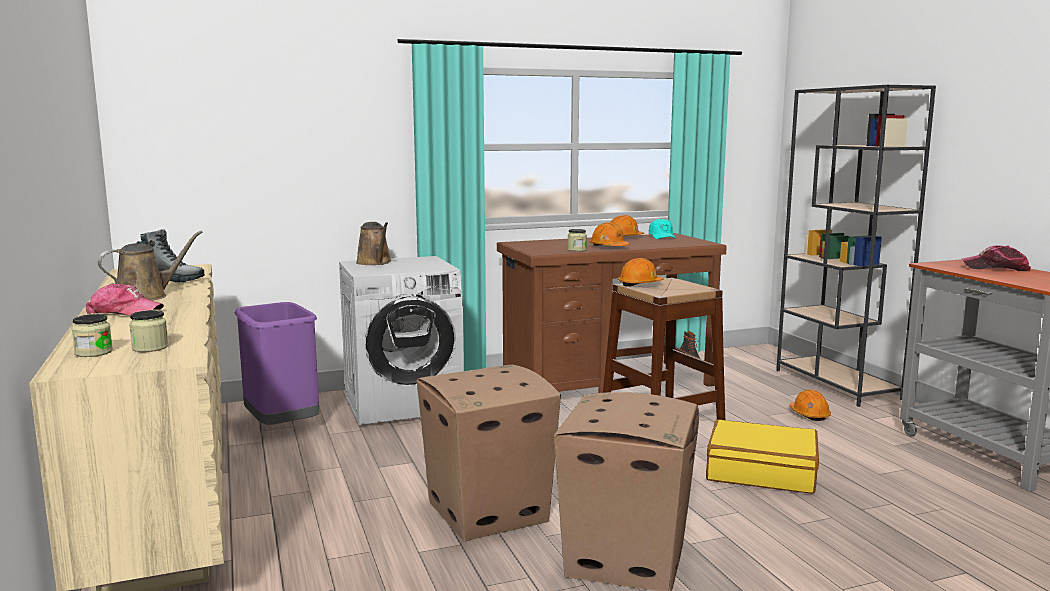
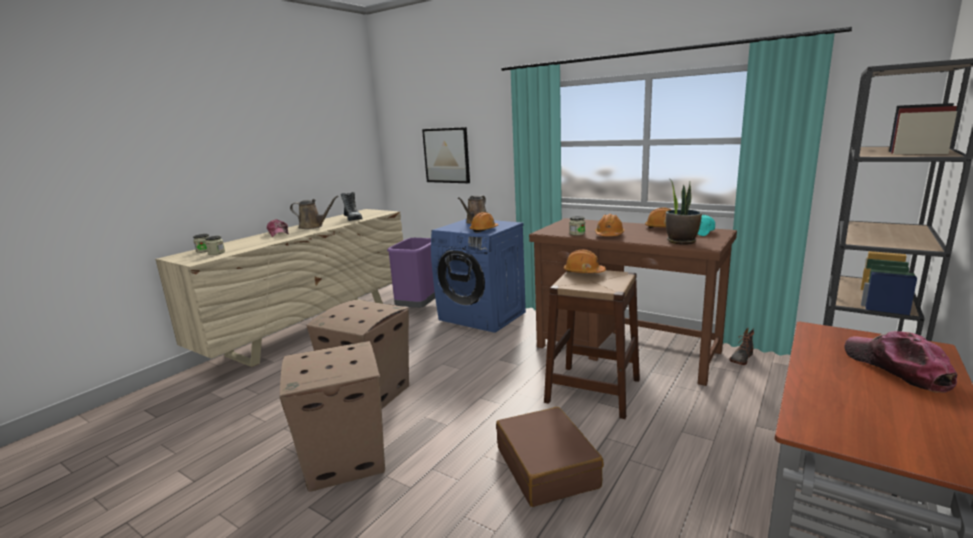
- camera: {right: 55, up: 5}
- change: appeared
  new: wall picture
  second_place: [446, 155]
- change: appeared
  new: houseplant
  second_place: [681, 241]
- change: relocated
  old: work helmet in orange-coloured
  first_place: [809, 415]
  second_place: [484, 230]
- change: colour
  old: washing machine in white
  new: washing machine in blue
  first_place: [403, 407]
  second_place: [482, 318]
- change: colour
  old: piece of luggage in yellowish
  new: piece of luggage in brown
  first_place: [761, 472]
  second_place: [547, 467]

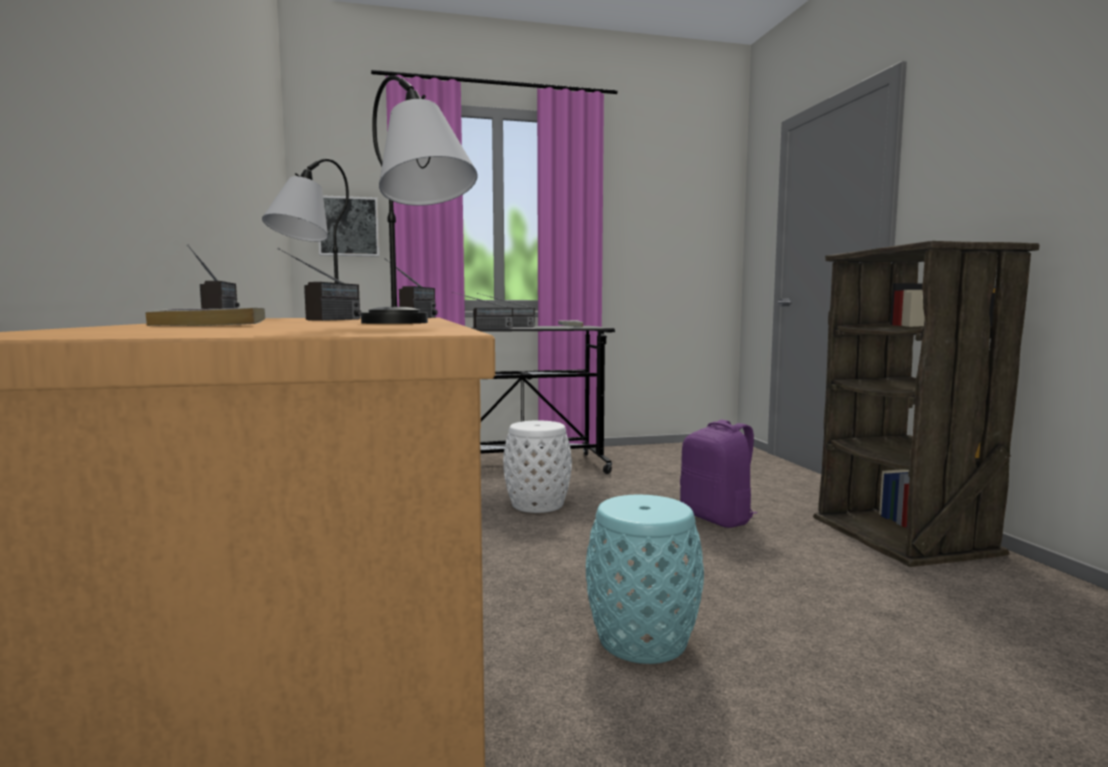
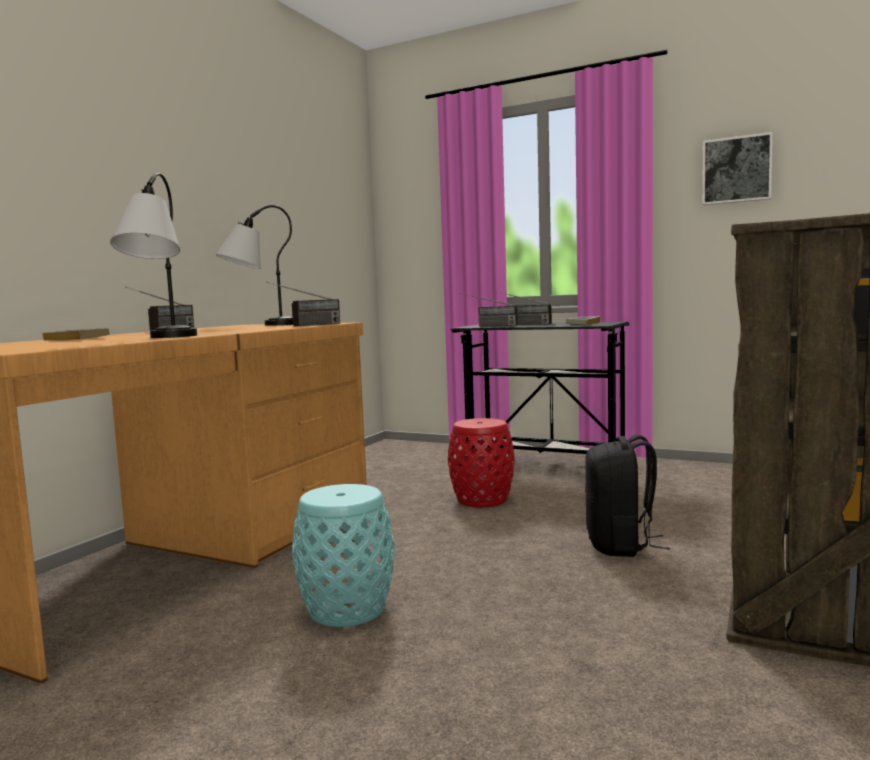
- camera: {right: 40, up: 0}
- change: missing
  old: radio receiver
  first_place: [325, 320]
- change: relocated
  old: wall picture
  first_place: [348, 226]
  second_place: [736, 170]
- change: colour
  old: sitting stool in white
  new: sitting stool in reddish
  first_place: [537, 505]
  second_place: [482, 500]
- change: colour
  old: rucksack in purple-coloured
  new: rucksack in blackish
  first_place: [717, 518]
  second_place: [620, 545]

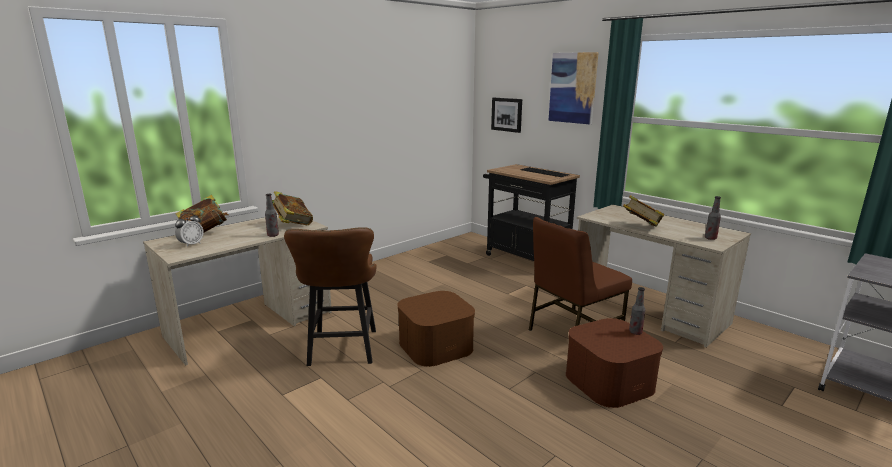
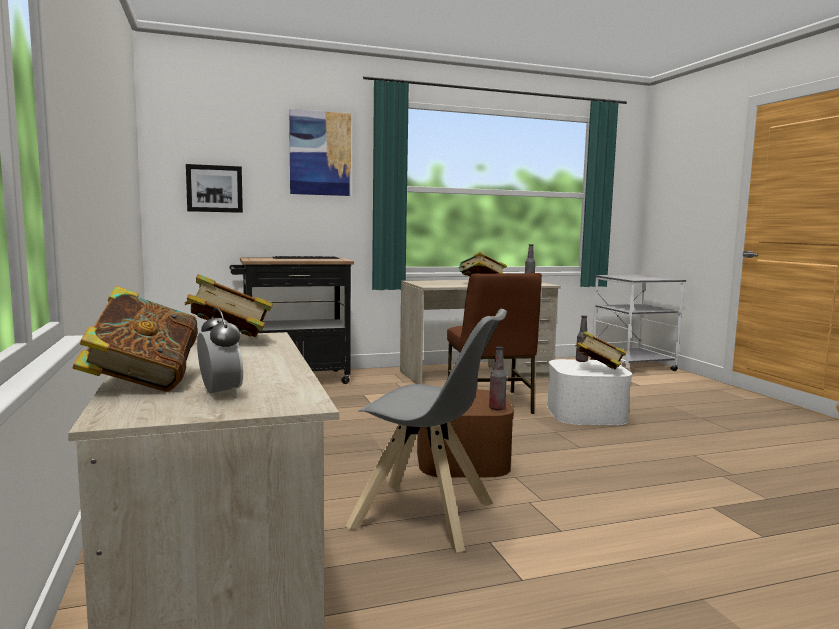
- camera: {right: -65, up: -10}
- change: appeared
  new: bound book
  second_place: [598, 370]
- change: relocated
  old: drink bottle
  first_place: [273, 235]
  second_place: [497, 408]
- change: exchanged
  old: sitting stool in brown
  new: upright chair in greyish
  first_place: [342, 352]
  second_place: [427, 516]
- change: colour
  old: storage bin in brown
  new: storage bin in white
  first_place: [609, 381]
  second_place: [585, 413]

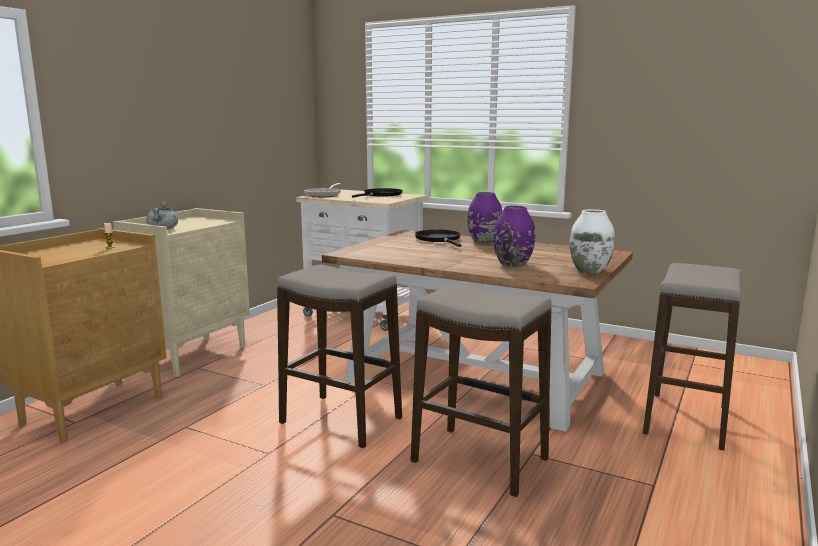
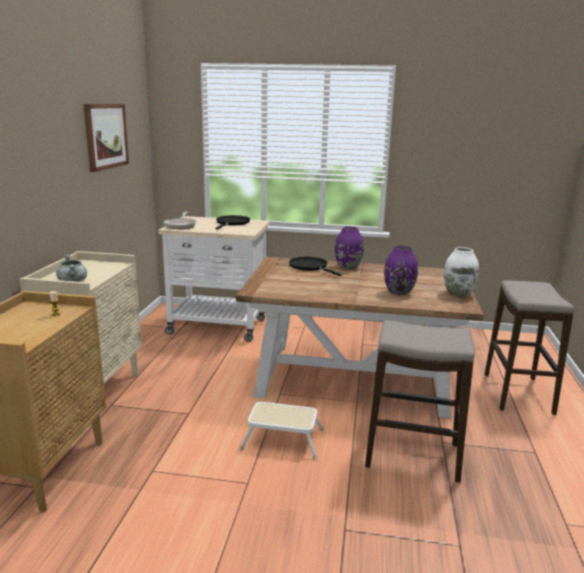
- camera: {right: -20, up: 5}
- change: appeared
  new: wall picture
  second_place: [106, 136]
- change: exchanged
  old: sitting stool
  new: step ladder in beige-coloured
  first_place: [341, 421]
  second_place: [282, 439]

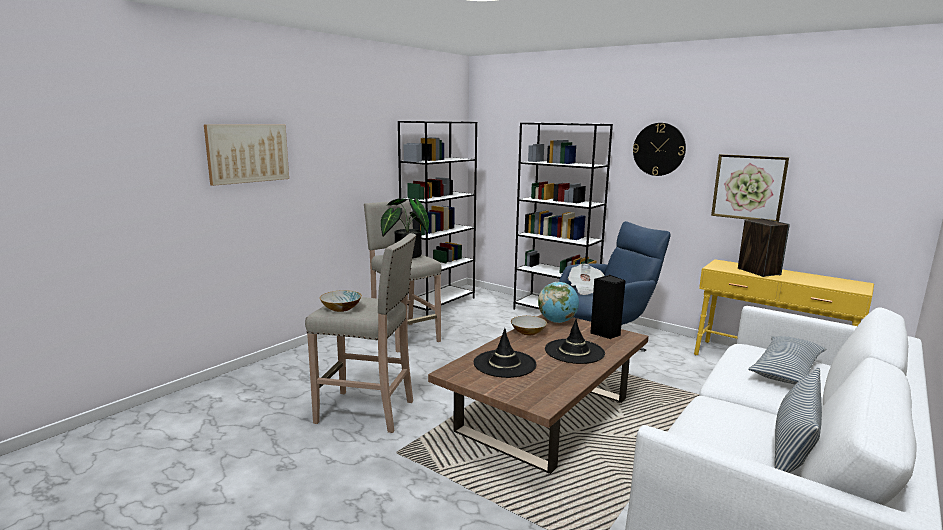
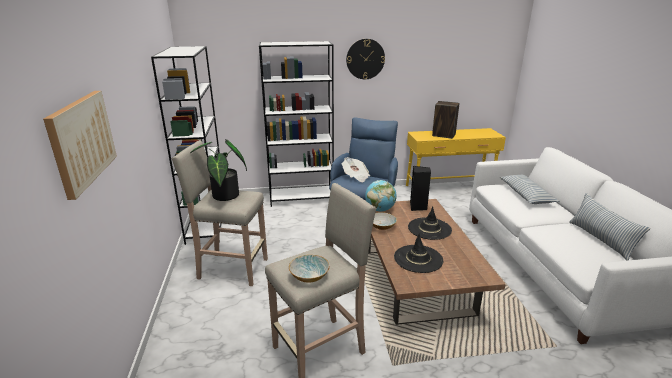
- camera: {right: -45, up: 10}
- change: missing
  old: wall picture
  first_place: [748, 187]

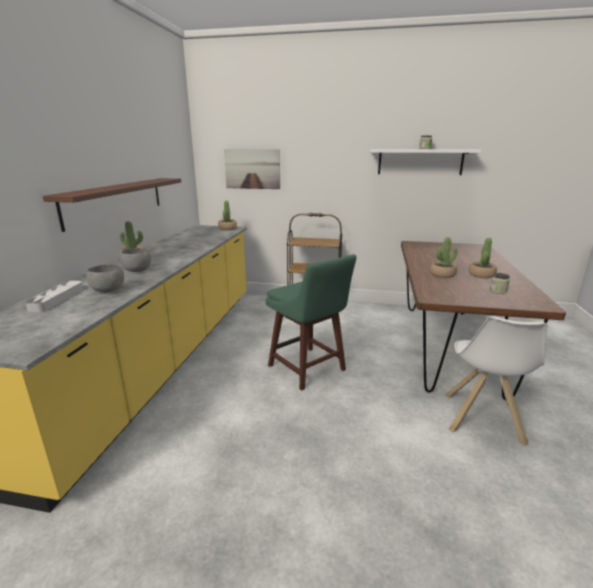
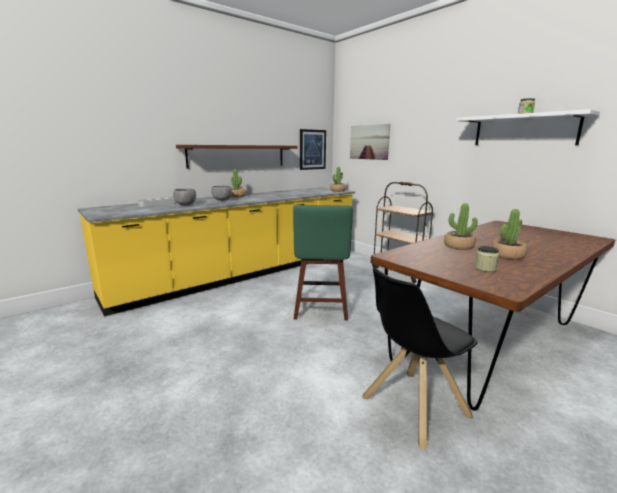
- camera: {right: 40, up: -5}
- change: appeared
  new: wall picture
  second_place: [312, 149]
- change: colour
  old: upright chair in white
  new: upright chair in blackish
  first_place: [483, 419]
  second_place: [412, 407]

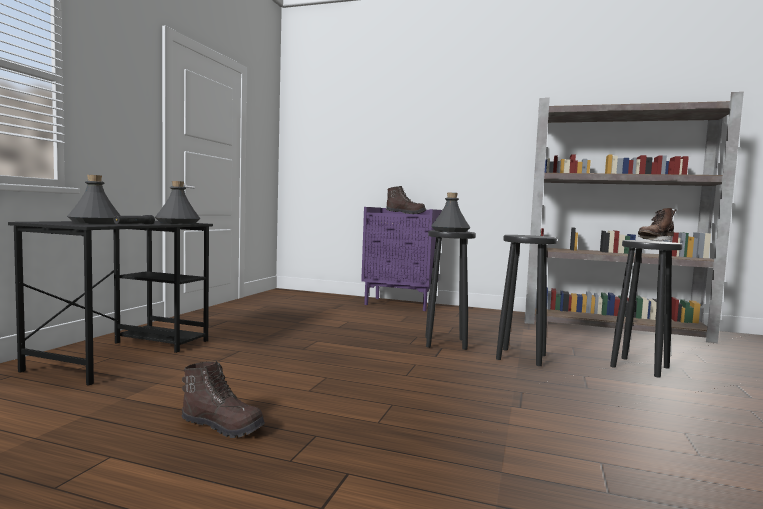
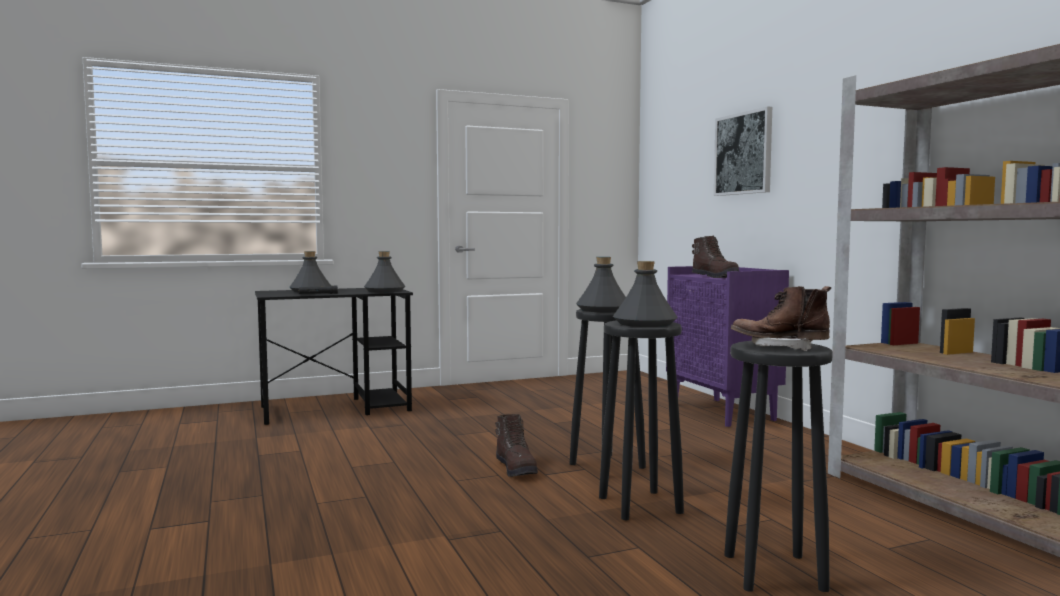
- camera: {right: 50, up: 0}
- change: appeared
  new: drink bottle in greyish
  second_place: [644, 323]
- change: appeared
  new: wall picture
  second_place: [743, 153]
- change: relocated
  old: high-top boot in brown
  first_place: [223, 426]
  second_place: [516, 469]

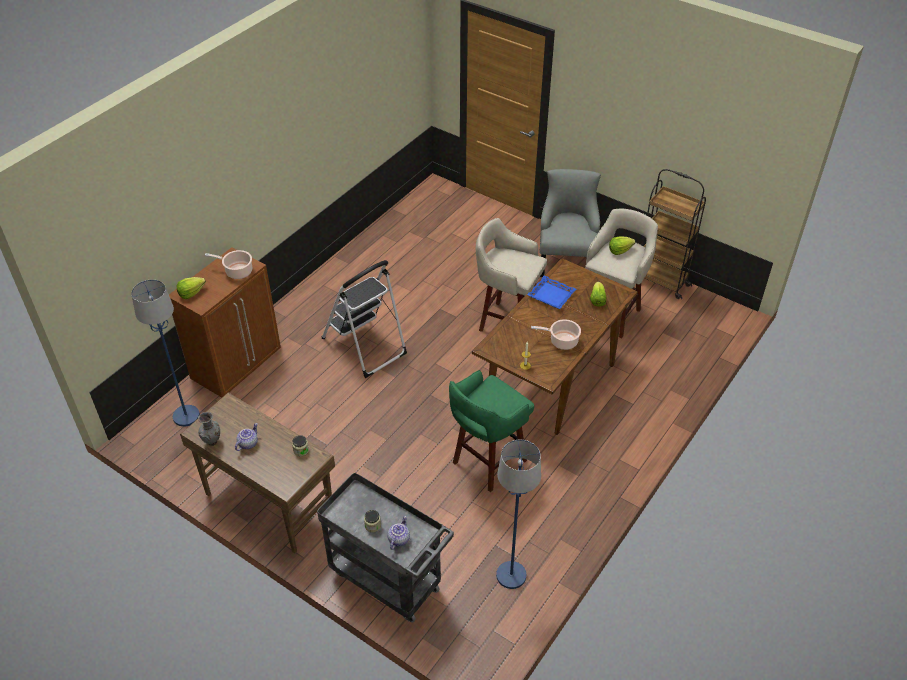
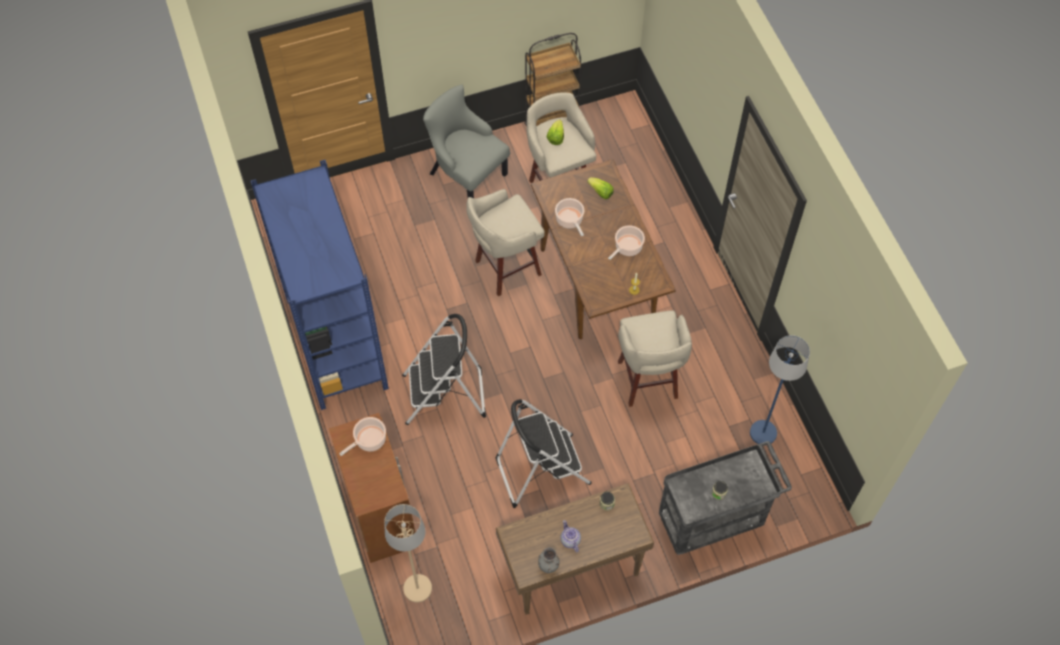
- camera: {right: -55, up: 15}
- change: missing
  old: head of lettuce
  first_place: [191, 293]
- change: missing
  old: tea pot
  first_place: [398, 539]
- change: appeared
  new: bookshelf in blue
  second_place: [336, 343]
- change: appeared
  new: step ladder
  second_place: [540, 470]
- change: exchanged
  old: carrying tray in blue
  new: saucepot
  first_place: [551, 295]
  second_place: [570, 220]
- change: colour
  old: floor lamp in blue
  new: floor lamp in beige-coloured
  first_place: [186, 416]
  second_place: [417, 589]
- change: colour
  old: sitting stool in green-coloured
  new: sitting stool in beige-coloured
  first_place: [487, 463]
  second_place: [648, 382]

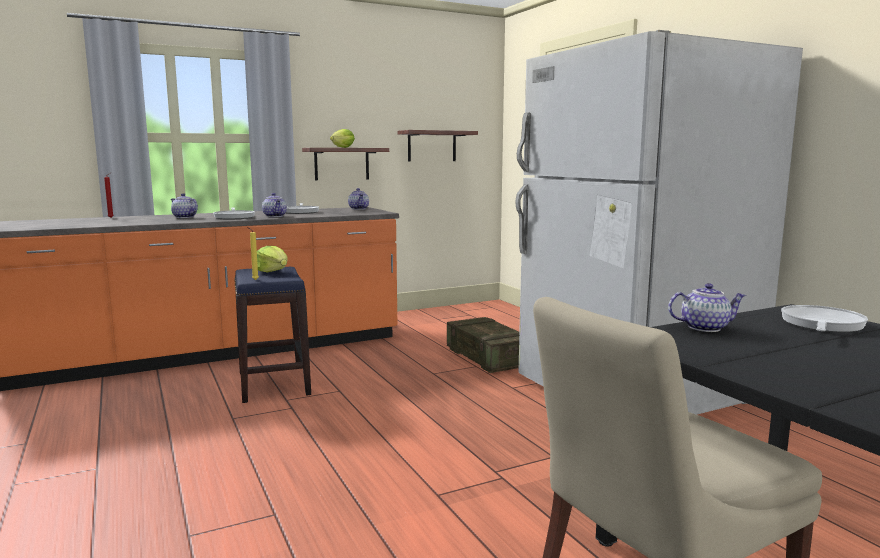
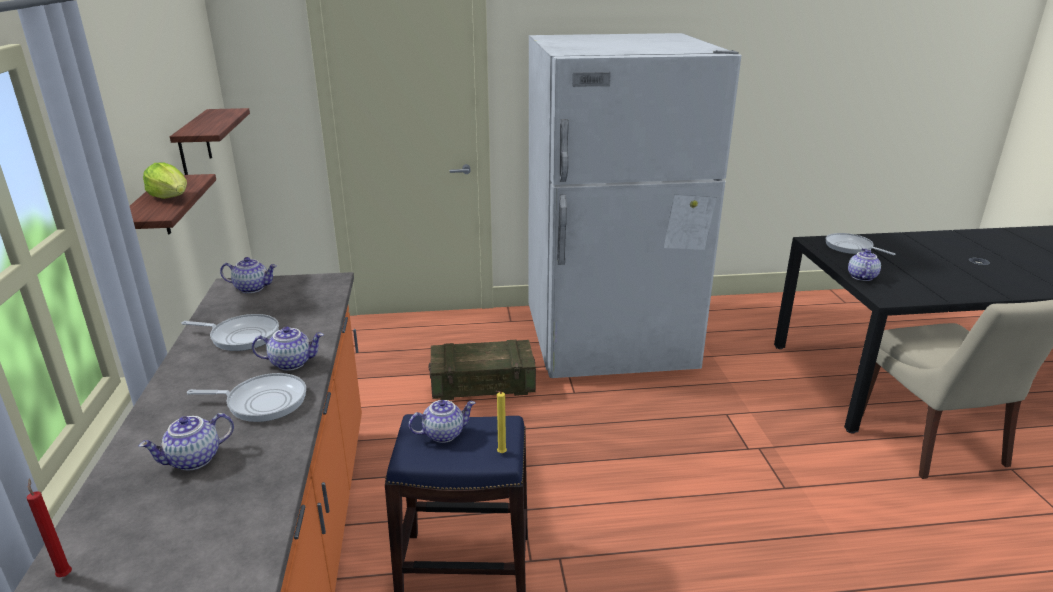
- camera: {right: -70, up: 15}
- change: exchanged
  old: head of lettuce
  new: tea pot
  first_place: [273, 271]
  second_place: [443, 433]

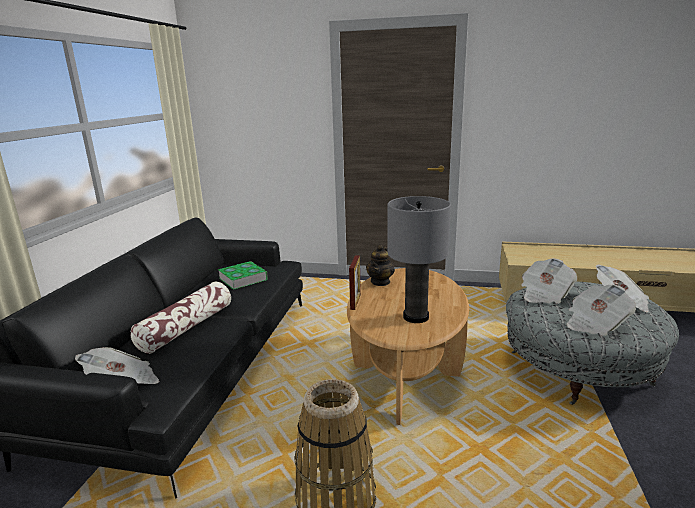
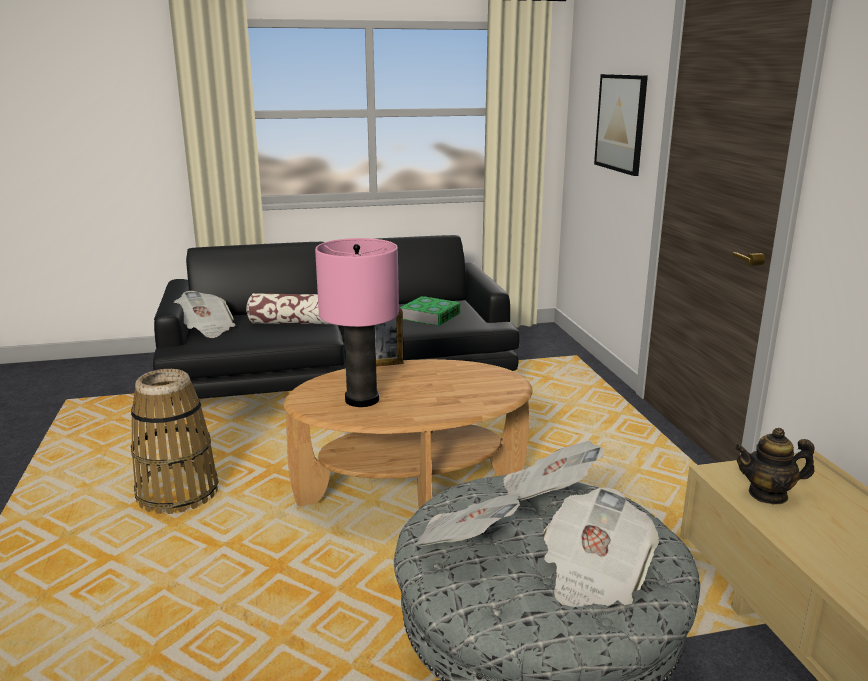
- camera: {right: 65, up: 0}
- change: appeared
  new: wall picture
  second_place: [621, 123]
- change: relocated
  old: tea pot
  first_place: [380, 282]
  second_place: [768, 494]
- change: colour
  old: tabletop lamp in greyish
  new: tabletop lamp in pinkish
  first_place: [416, 317]
  second_place: [361, 400]

